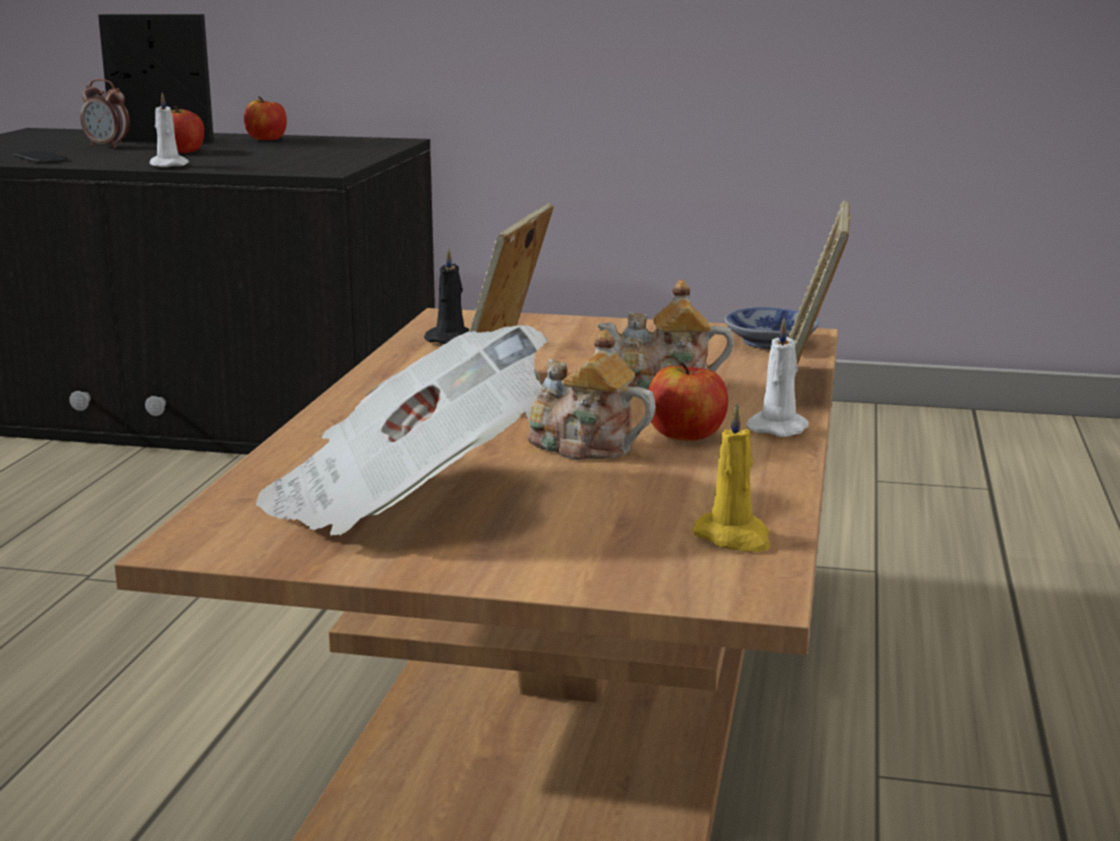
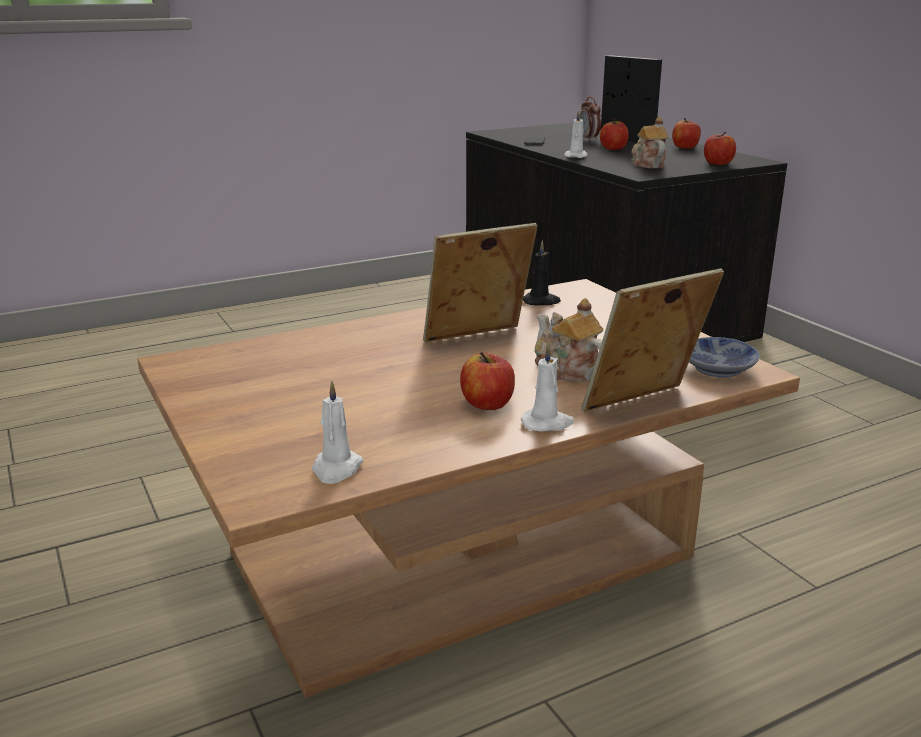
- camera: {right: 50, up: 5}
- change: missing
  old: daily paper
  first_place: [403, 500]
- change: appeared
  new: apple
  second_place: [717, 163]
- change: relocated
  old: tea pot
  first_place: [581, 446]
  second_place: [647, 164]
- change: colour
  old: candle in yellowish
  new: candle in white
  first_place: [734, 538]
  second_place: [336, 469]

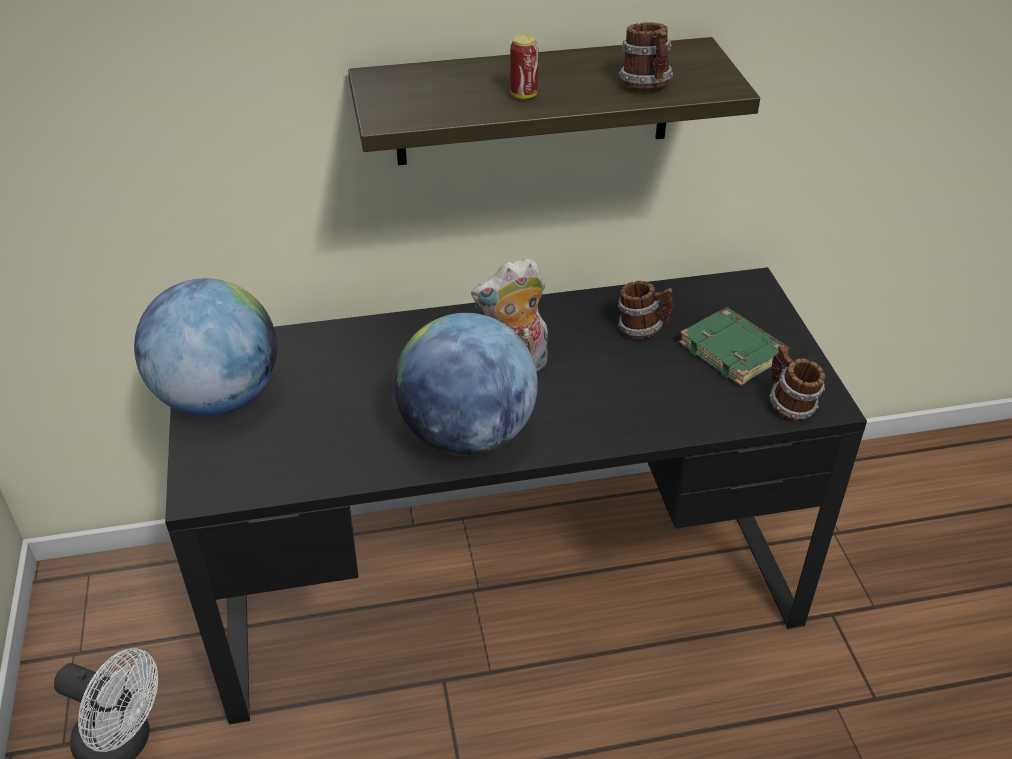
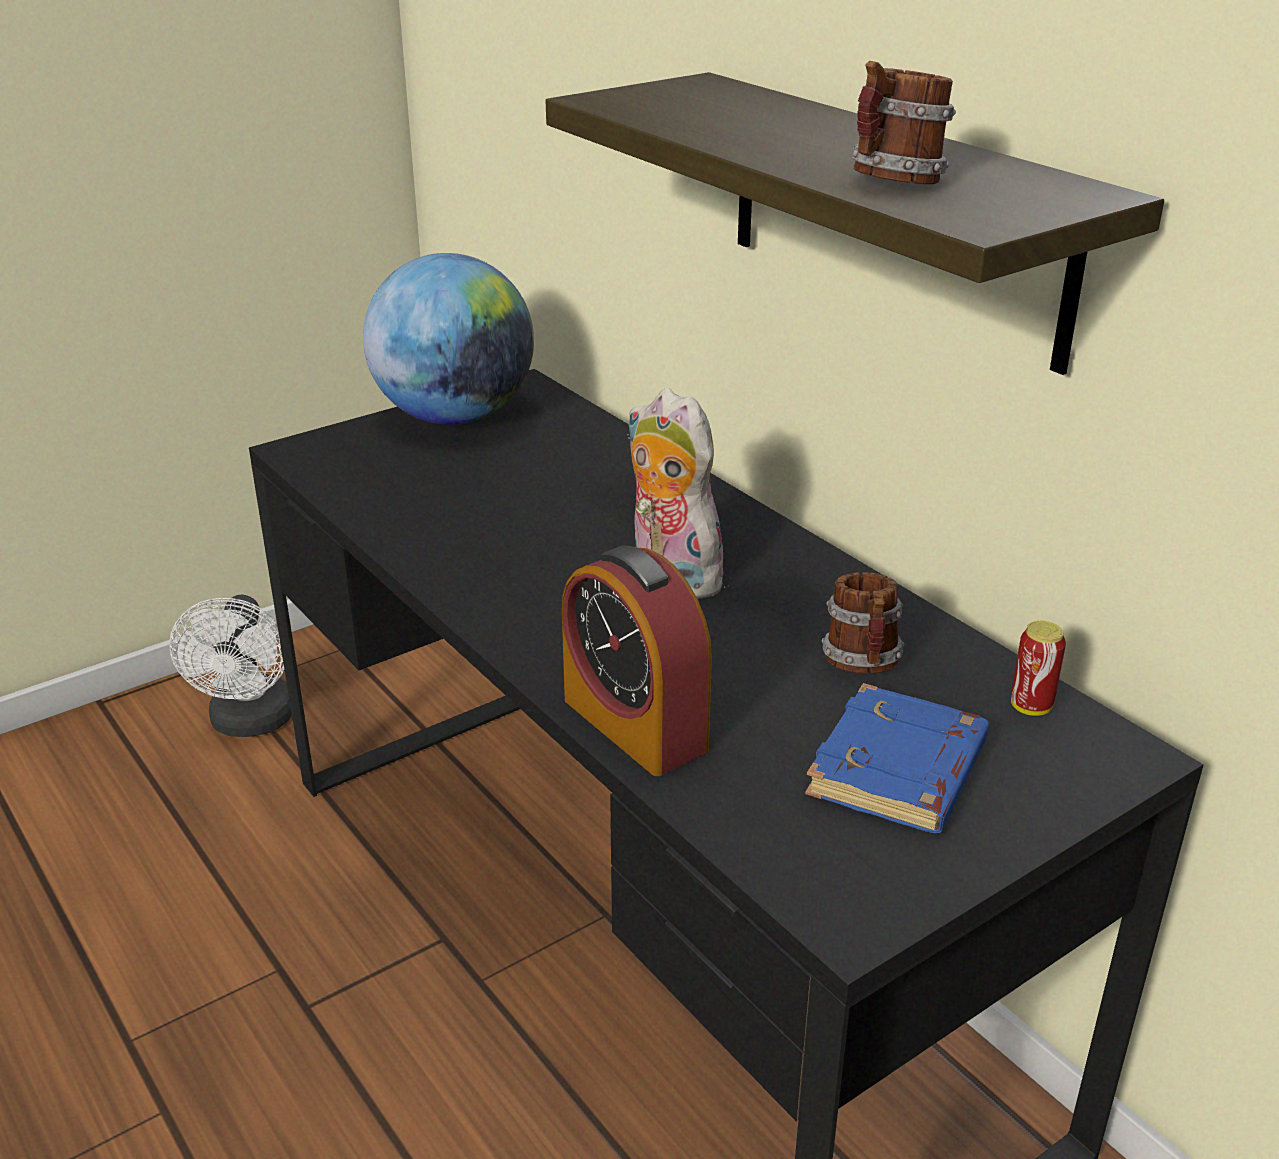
- camera: {right: 65, up: -10}
- change: missing
  old: desk globe
  first_place: [467, 435]
- change: missing
  old: tea mug
  first_place: [789, 406]
- change: appeared
  new: bedside clock
  second_place: [634, 724]
- change: relocated
  old: can
  first_place: [523, 95]
  second_place: [1031, 707]
- change: colour
  old: bound book in green-coloured
  new: bound book in blue
  first_place: [734, 352]
  second_place: [899, 772]

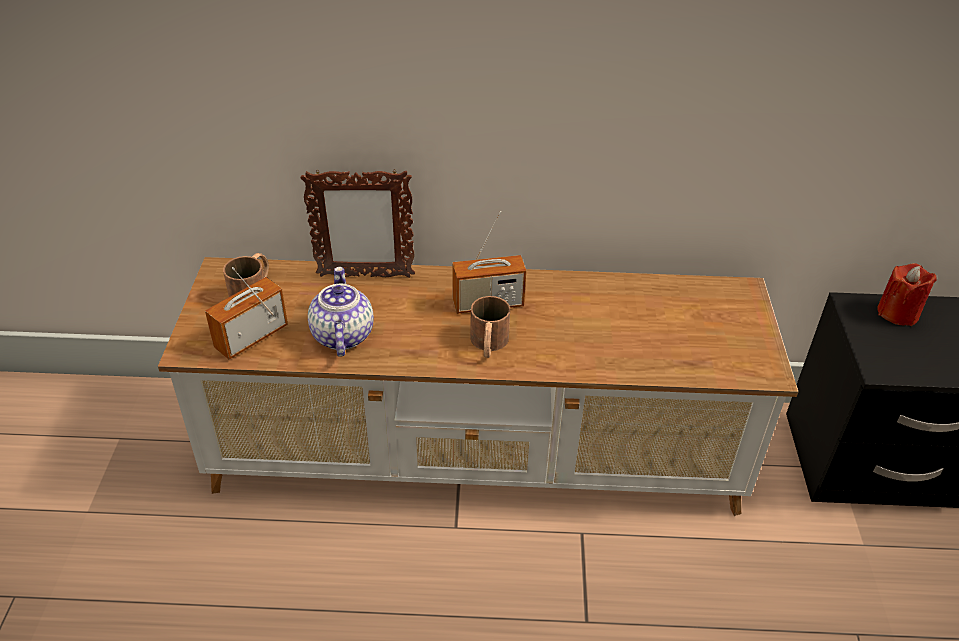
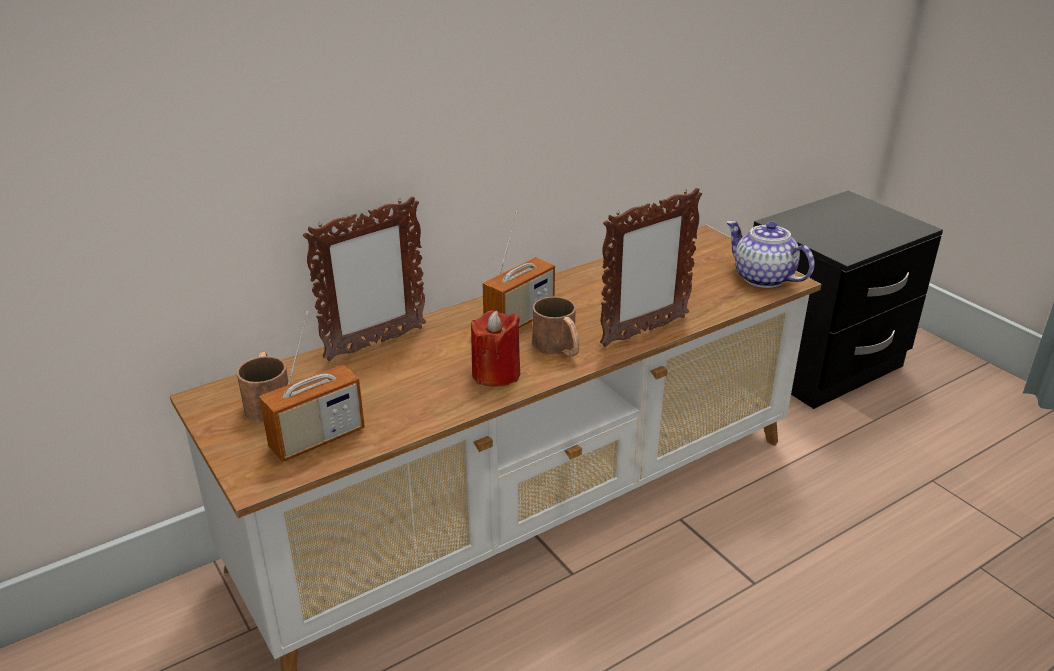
- camera: {right: -35, up: -10}
- change: appeared
  new: picture frame
  second_place: [643, 331]
- change: relocated
  old: tea pot
  first_place: [341, 335]
  second_place: [762, 278]
- change: relocated
  old: candle in reddish
  first_place: [897, 313]
  second_place: [496, 374]
- change: spun
  old: radio receiver
  first_place: [251, 337]
  second_place: [317, 439]
  degrees: -135

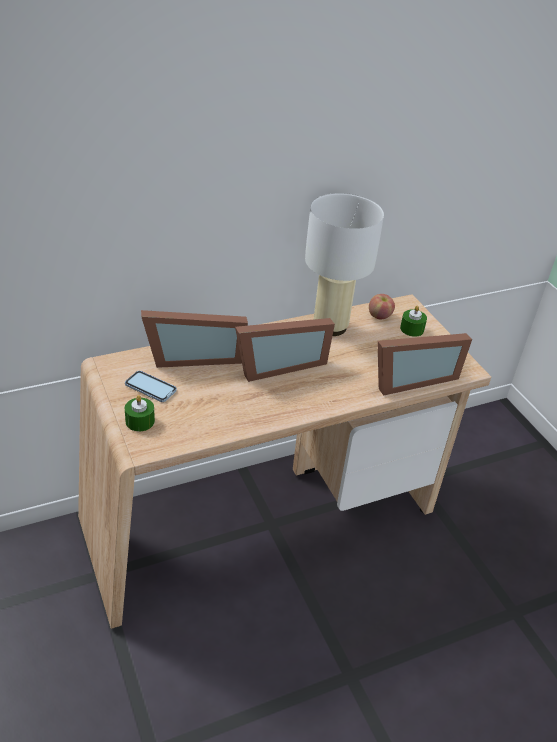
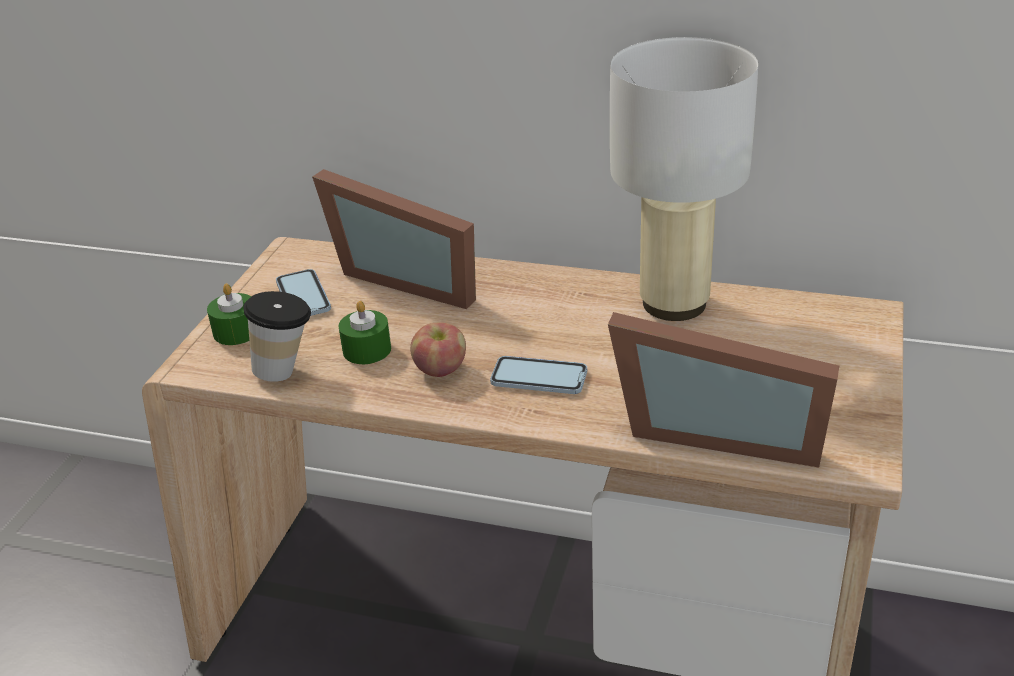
- camera: {right: 45, up: -5}
- change: missing
  old: picture frame
  first_place: [278, 365]
- change: appeared
  new: drinking cup
  second_place: [287, 370]
- change: appeared
  new: handset
  second_place: [539, 378]
- change: relocated
  old: apple
  first_place: [379, 316]
  second_place: [441, 370]
- change: relocated
  old: candle in green-coloured
  first_place: [412, 329]
  second_place: [367, 350]

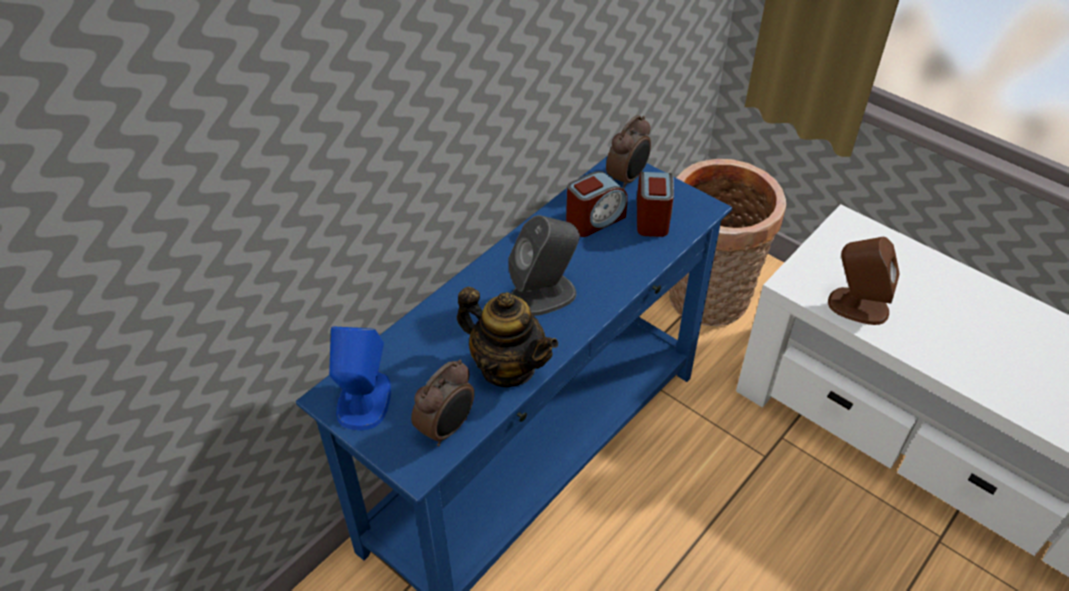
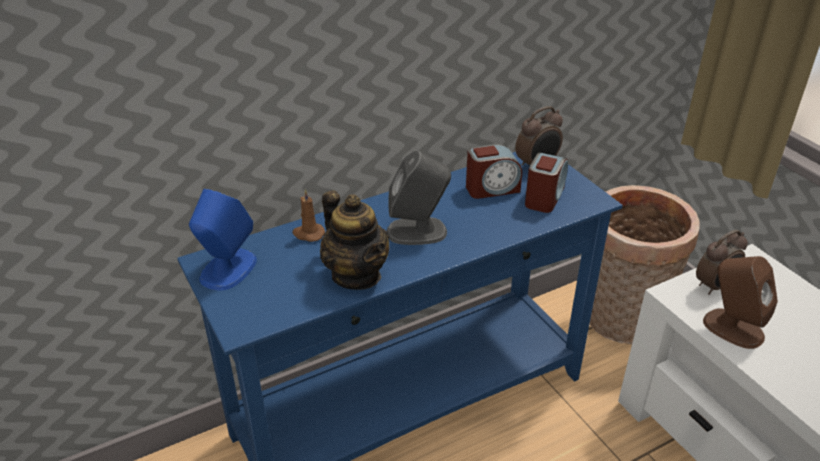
- camera: {right: 20, up: -10}
- change: appeared
  new: candle in brown
  second_place: [308, 234]
- change: relocated
  old: bedside clock
  first_place: [447, 428]
  second_place: [715, 286]

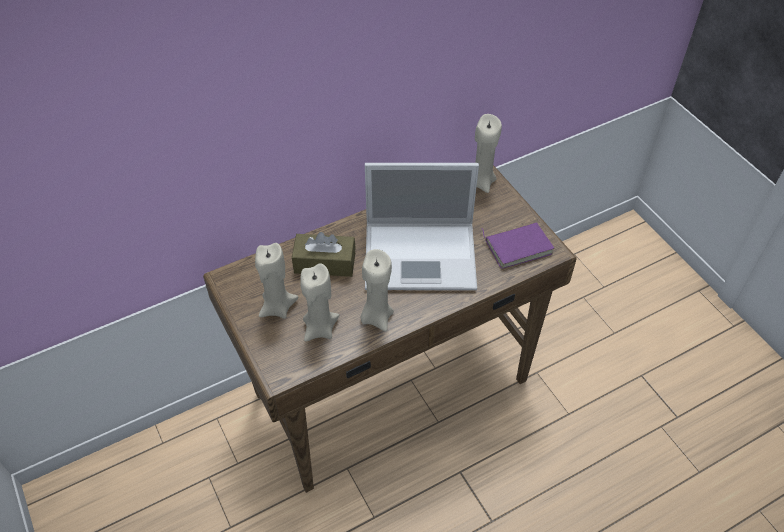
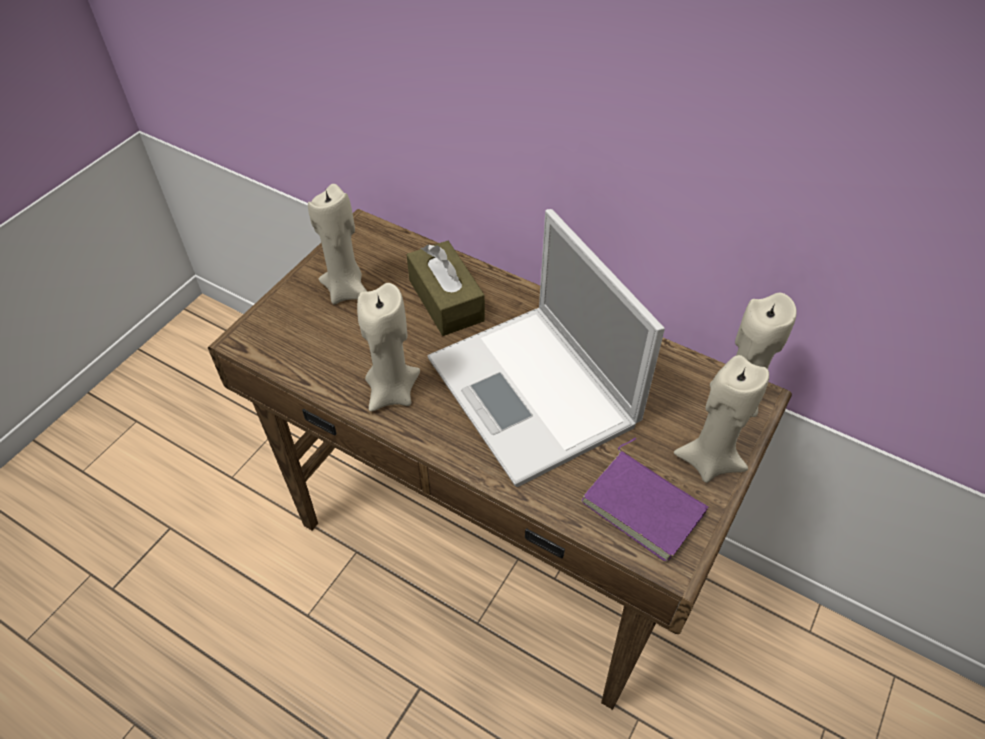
- camera: {right: 60, up: 0}
- change: relocated
  old: candle in beige-coloured
  first_place: [320, 328]
  second_place: [709, 460]

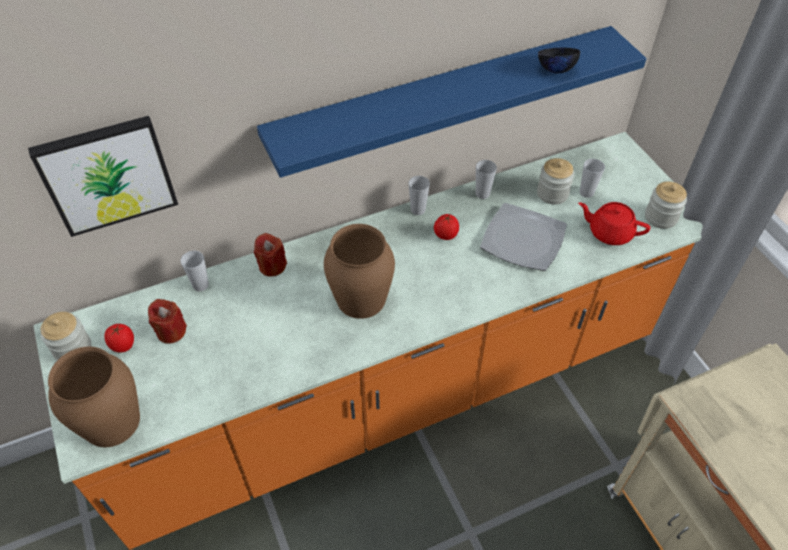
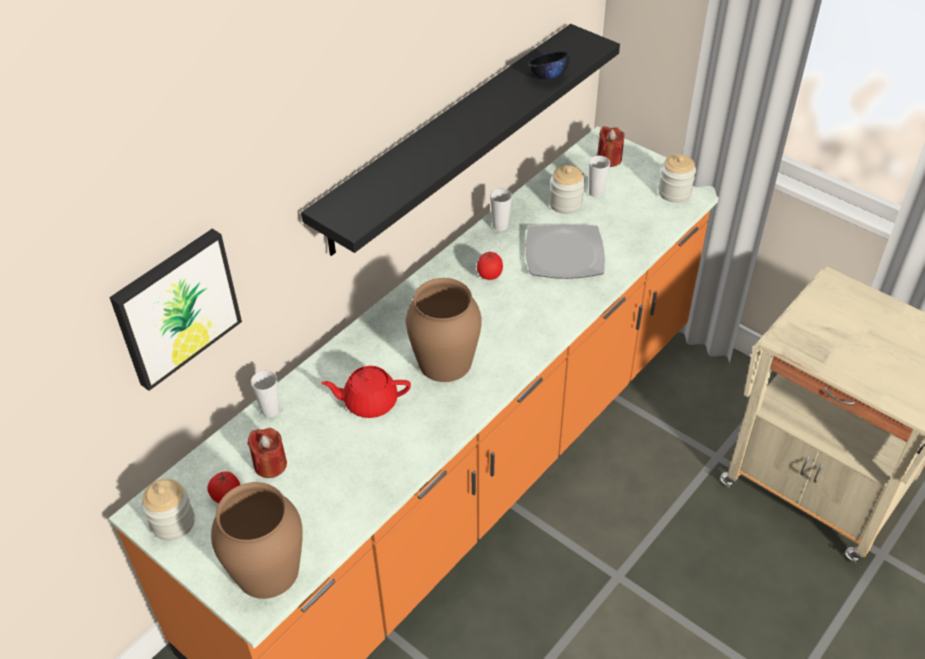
- camera: {right: -25, up: -5}
- change: missing
  old: drinking cup
  first_place: [418, 210]
- change: relocated
  old: candle in reddish
  first_place: [272, 266]
  second_place: [609, 159]
- change: relocated
  old: tea pot in reddish
  first_place: [609, 232]
  second_place: [369, 402]
- change: colour
  old: wall shelf in blue
  new: wall shelf in blackish
  first_place: [444, 99]
  second_place: [449, 137]

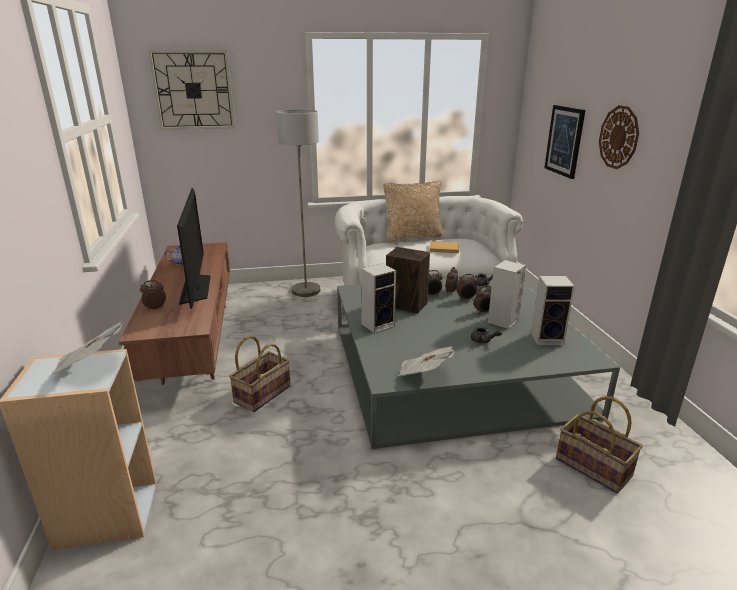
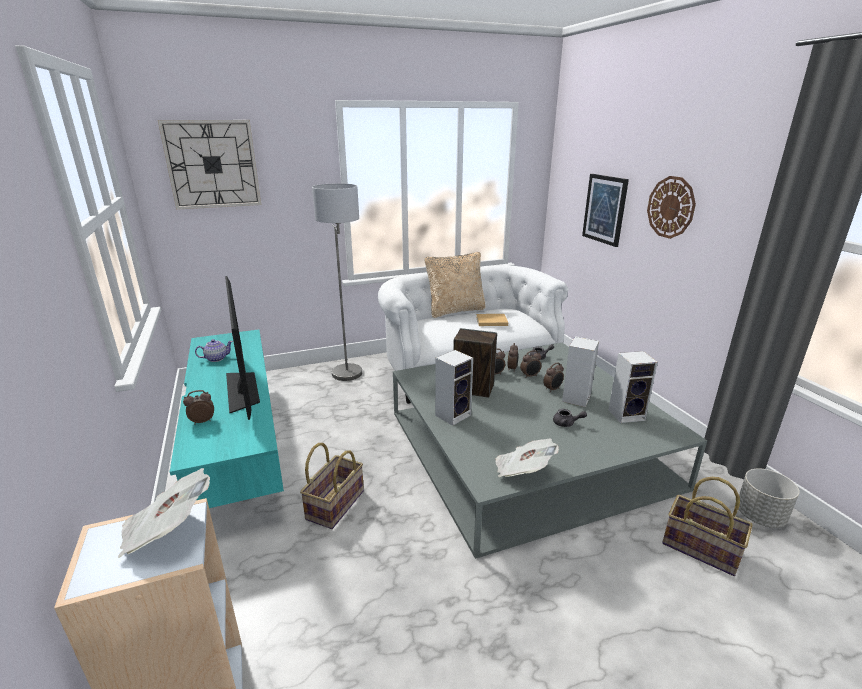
- camera: {right: -10, up: 0}
- change: appeared
  new: plant pot in greyish
  second_place: [759, 516]
- change: colour
  old: tv stand in brown
  new: tv stand in turquoise-coloured
  first_place: [192, 341]
  second_place: [237, 446]

